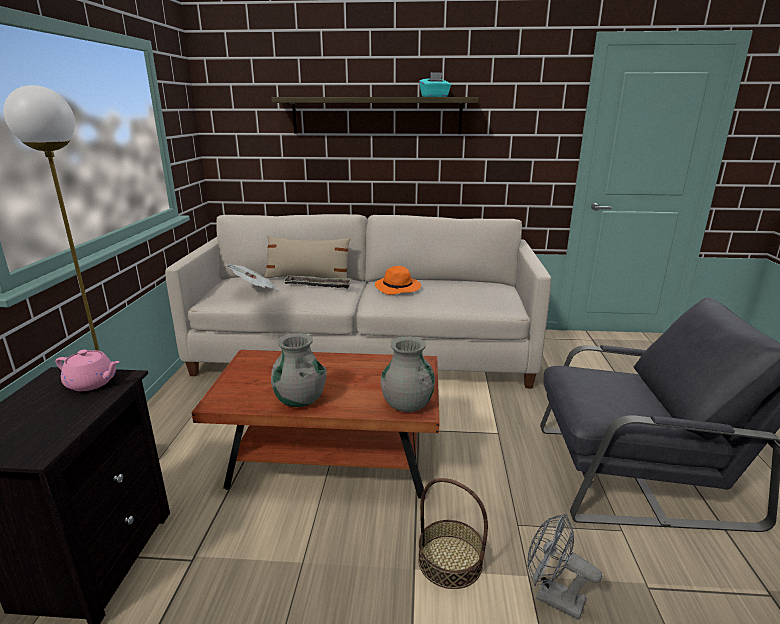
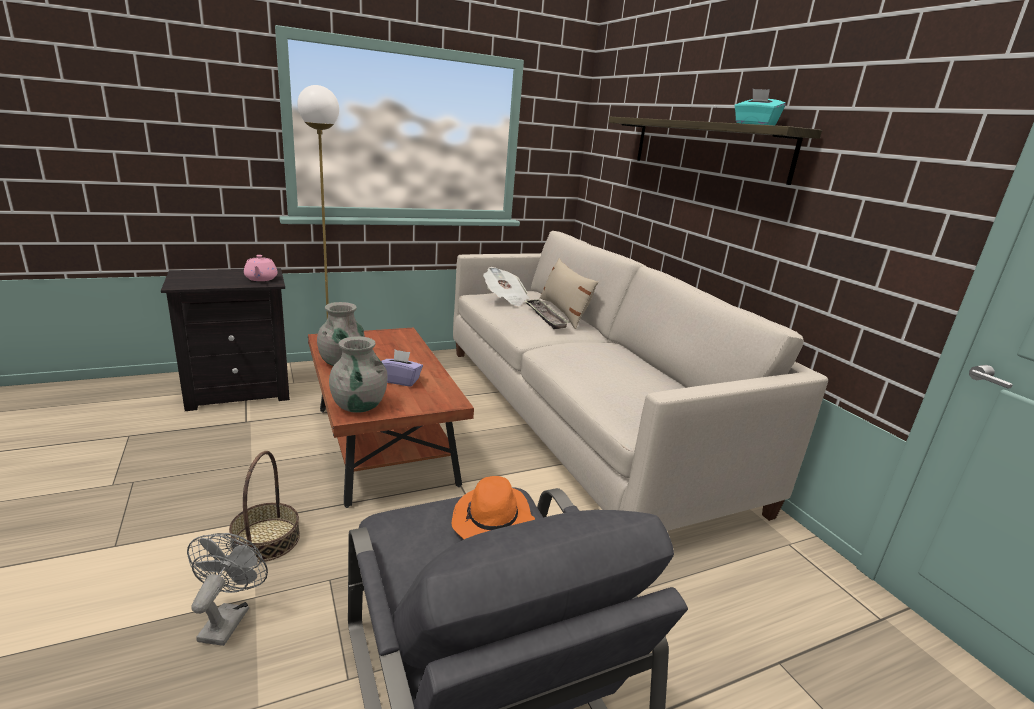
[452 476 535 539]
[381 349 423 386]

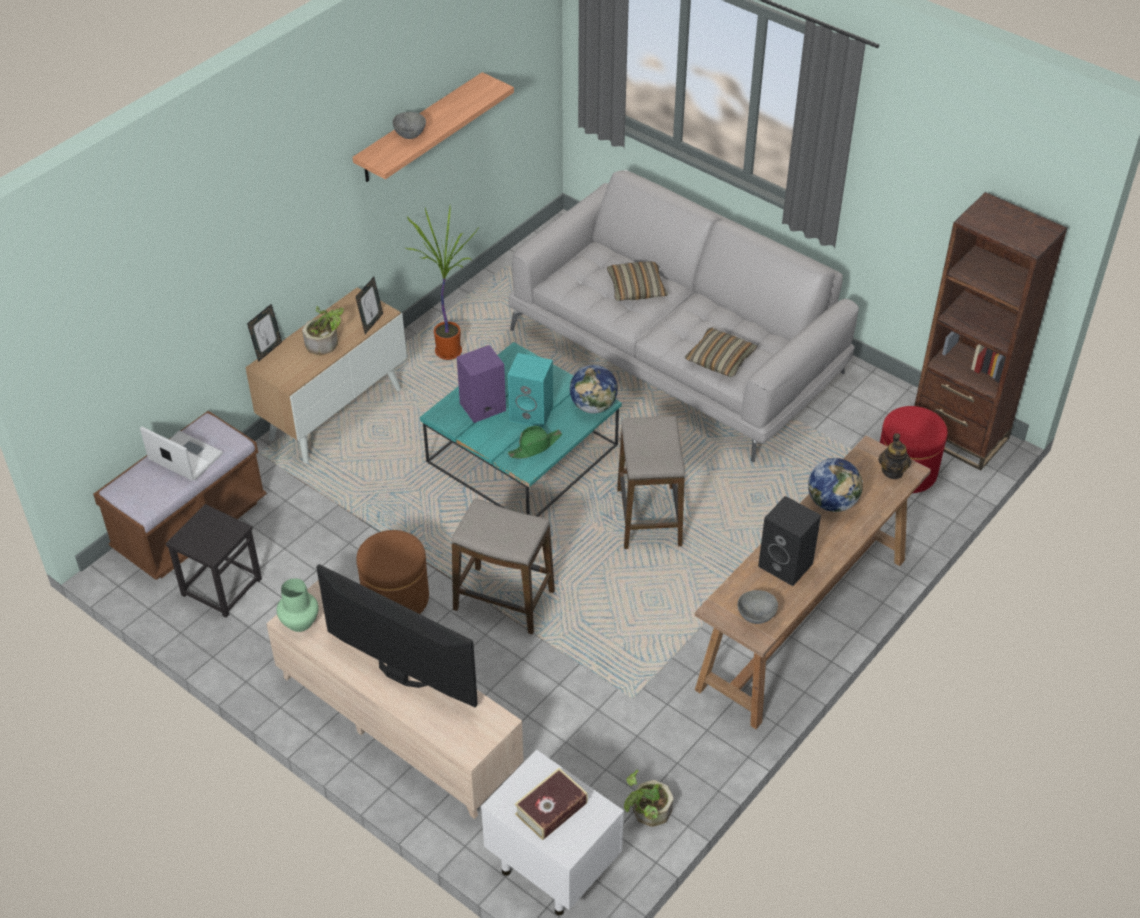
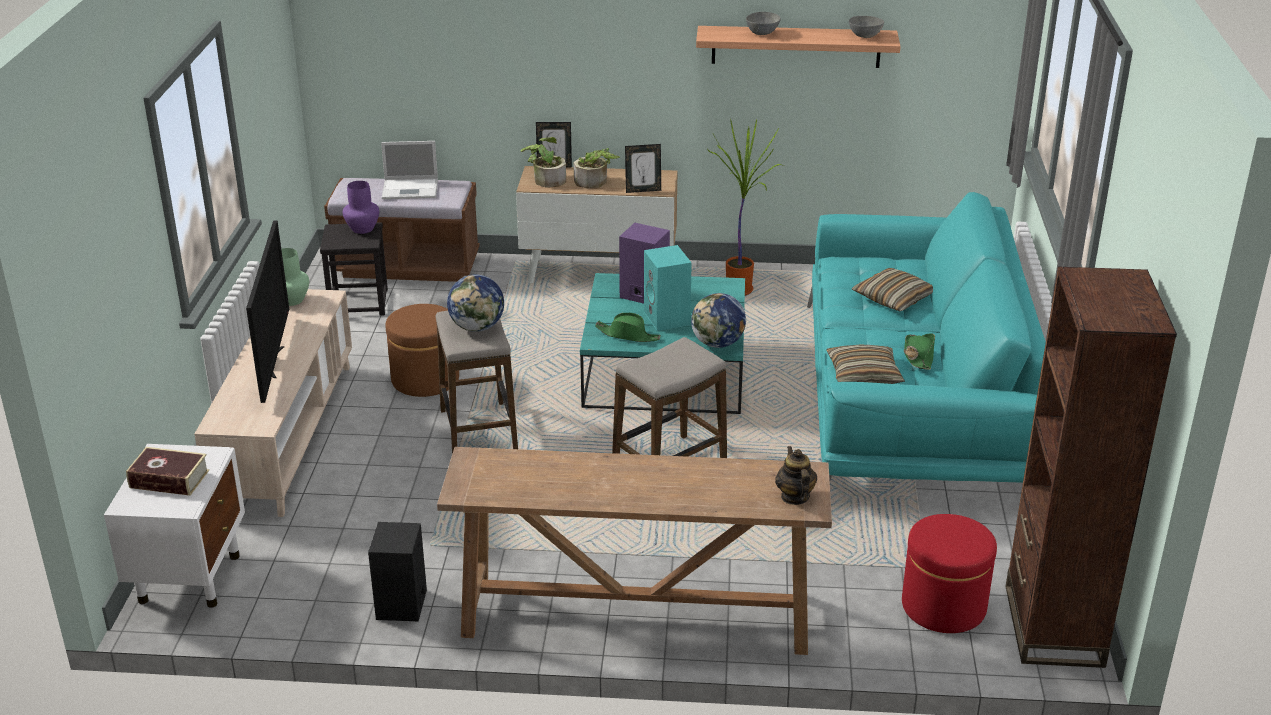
[807 192 1046 483]
[381 141 438 199]
[775 446 817 505]
[447 274 504 332]
[368 522 427 621]
[849 16 884 38]
[521 137 566 188]
[343 181 379 234]
[904 333 935 370]

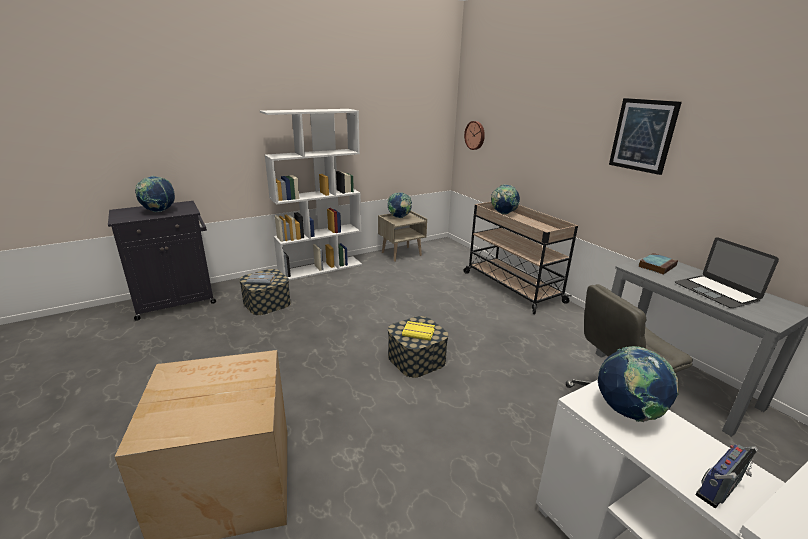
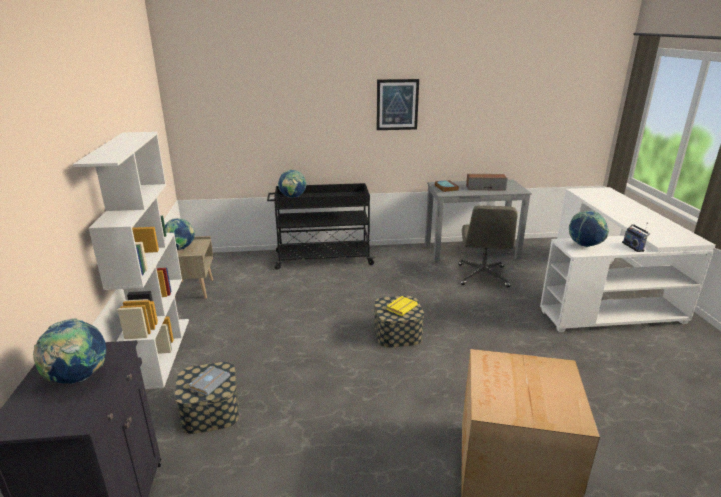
[464 121 485 150] (first image)
[267 183 375 270]
[466 174 507 191]

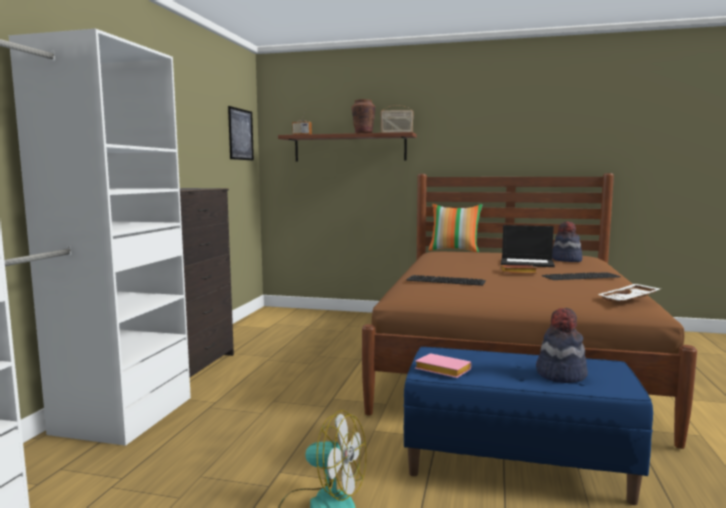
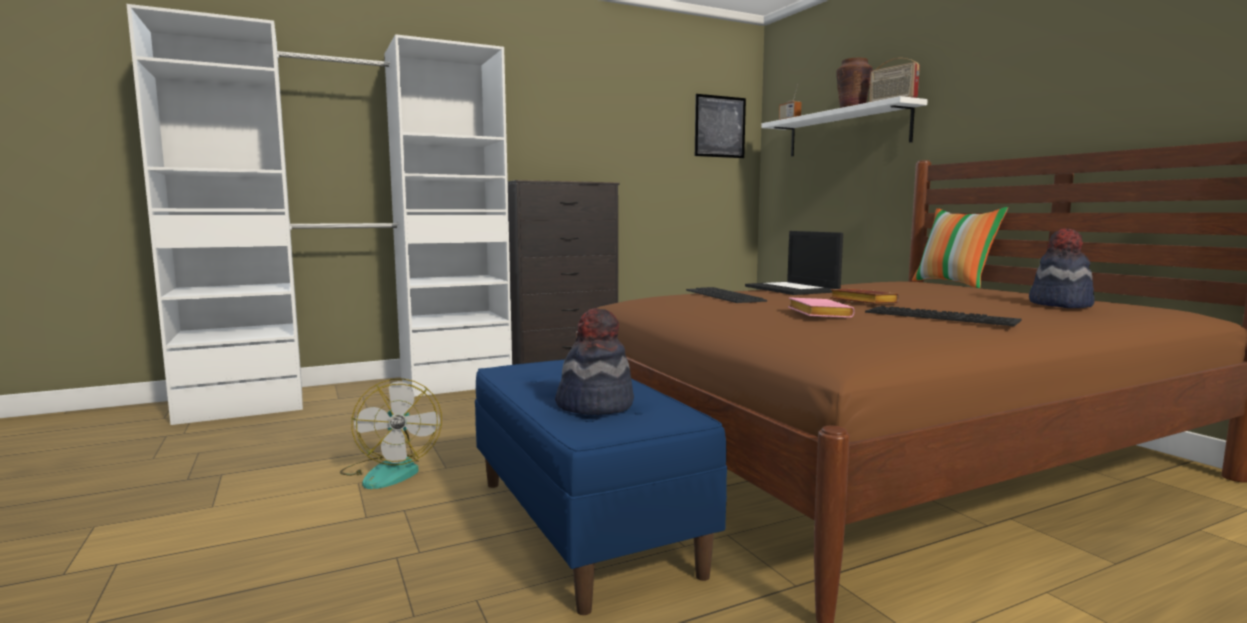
[761 96 928 156]
[745 231 843 295]
[598 284 660 301] (first image)
[788 297 855 318]

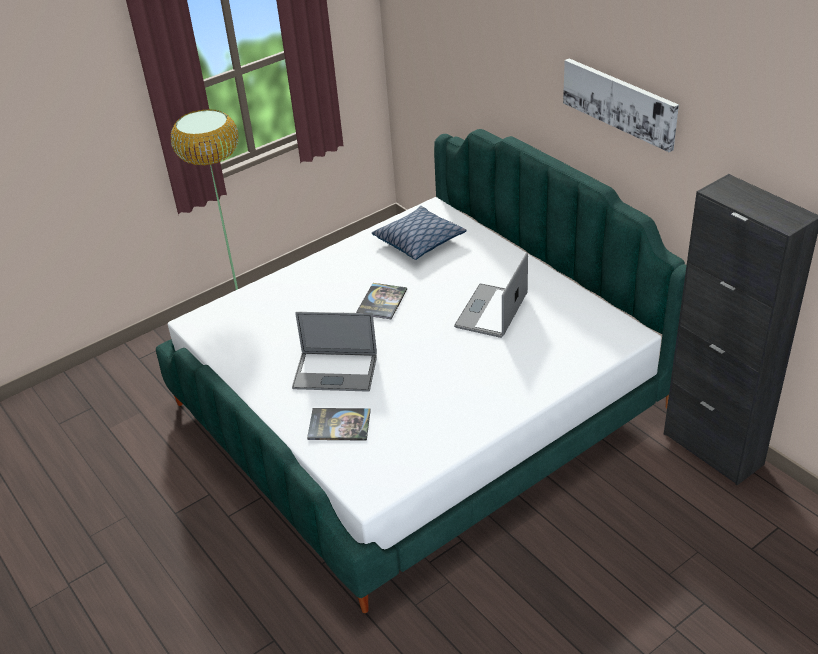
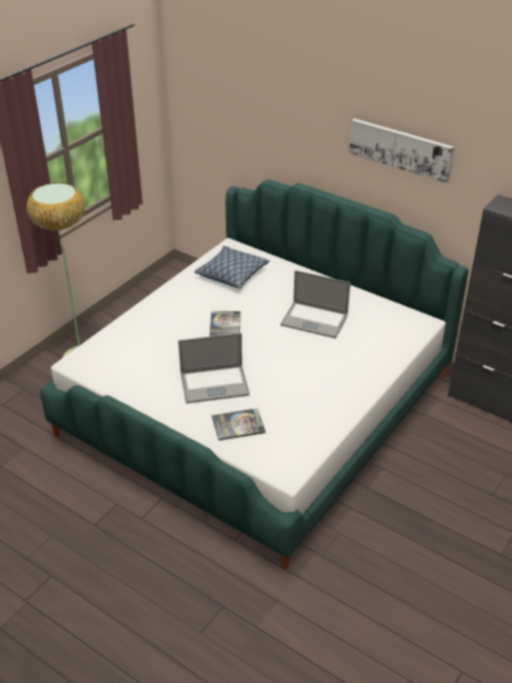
[281 270 350 339]

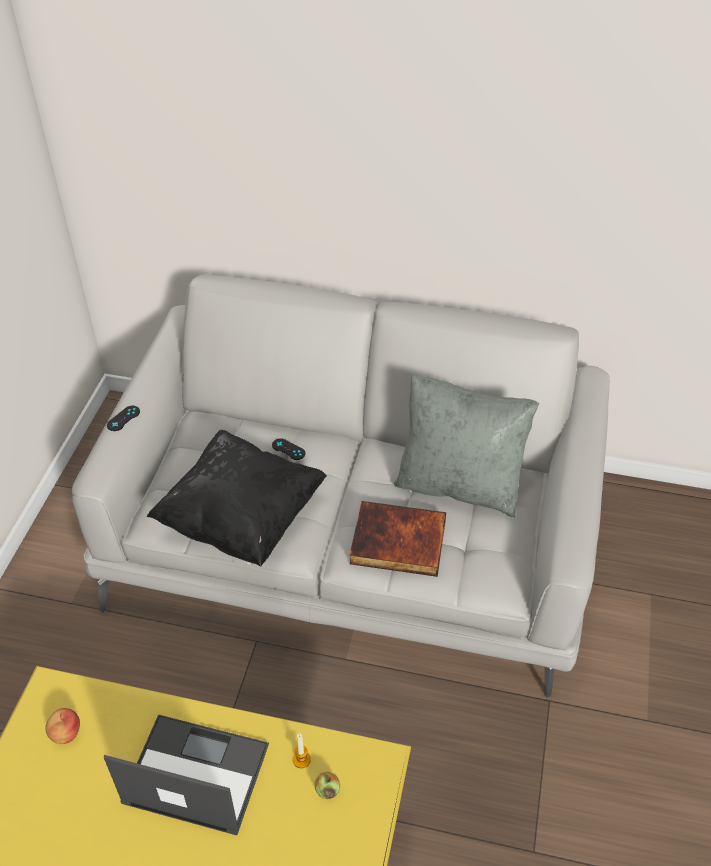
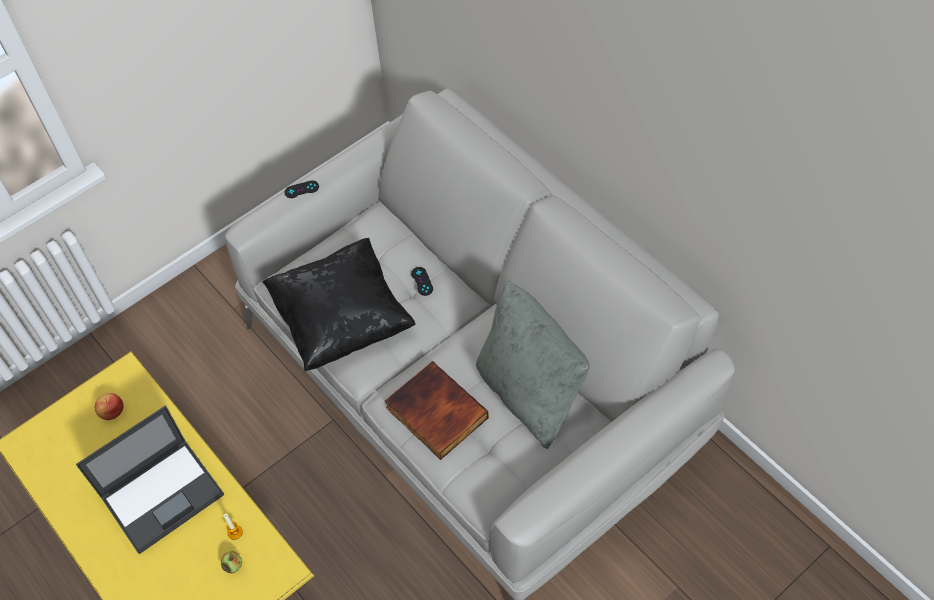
[76 406 224 554]

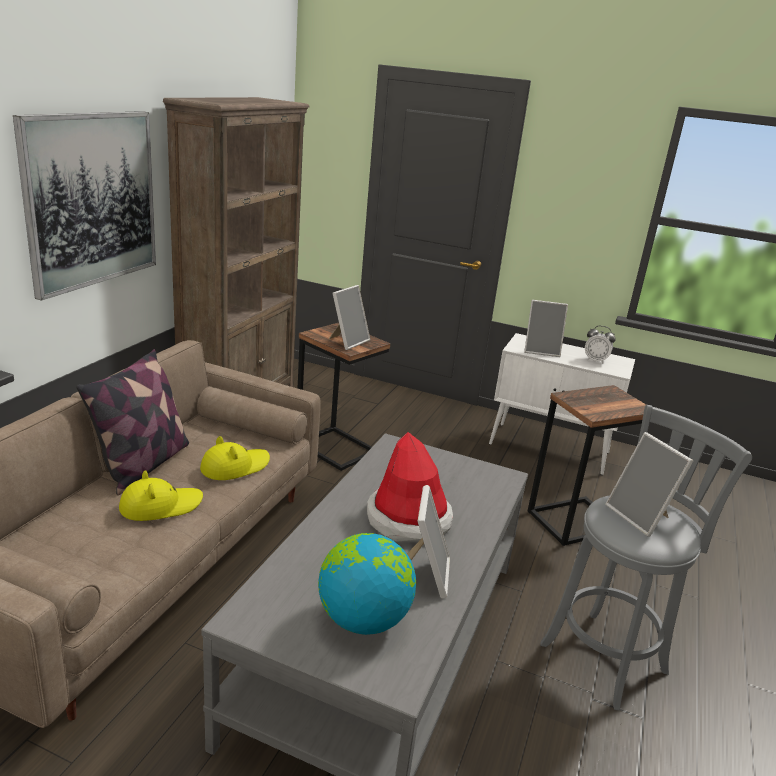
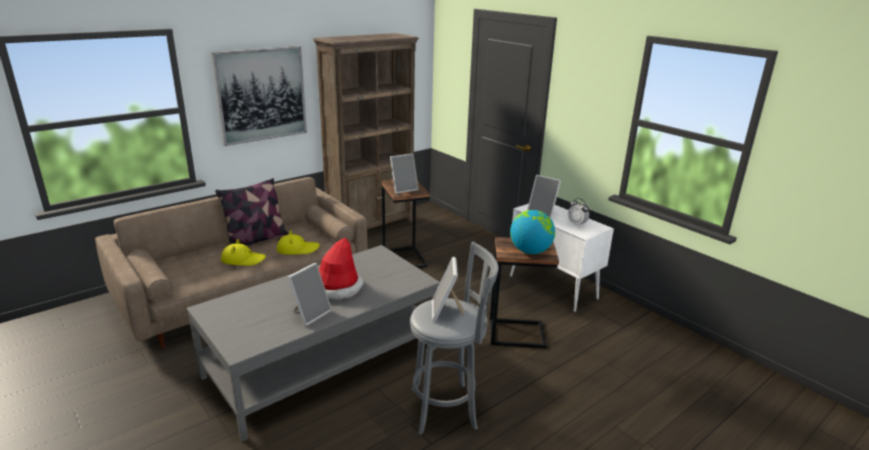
[510 210 555 254]

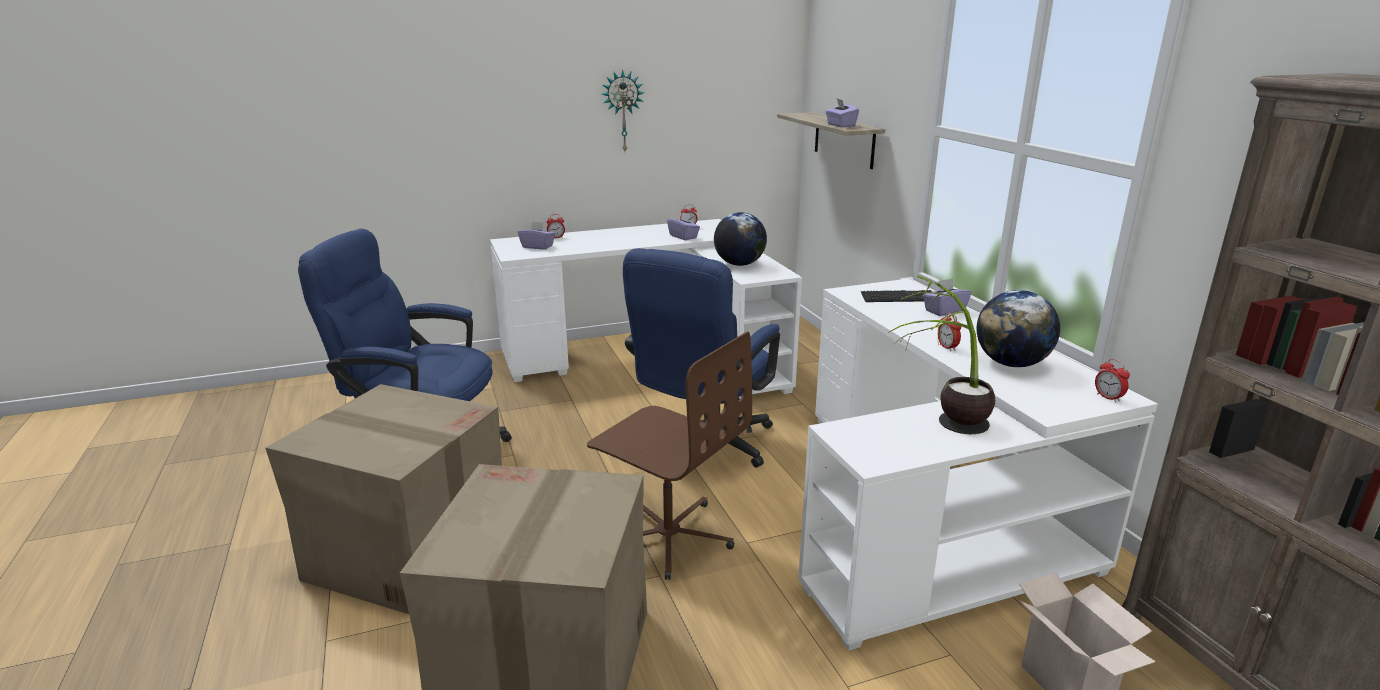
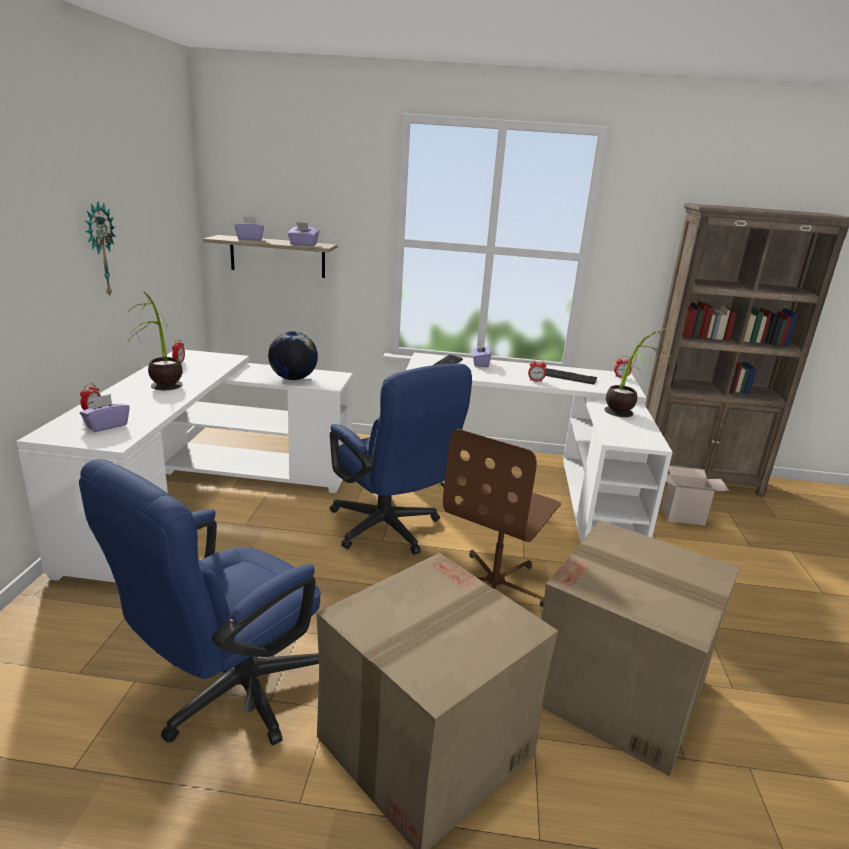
[235 216 264 241]
[545 368 597 385]
[443 429 561 607]
[127 291 183 390]

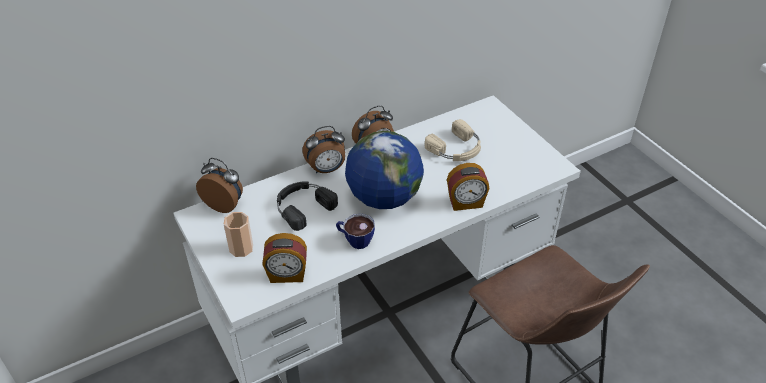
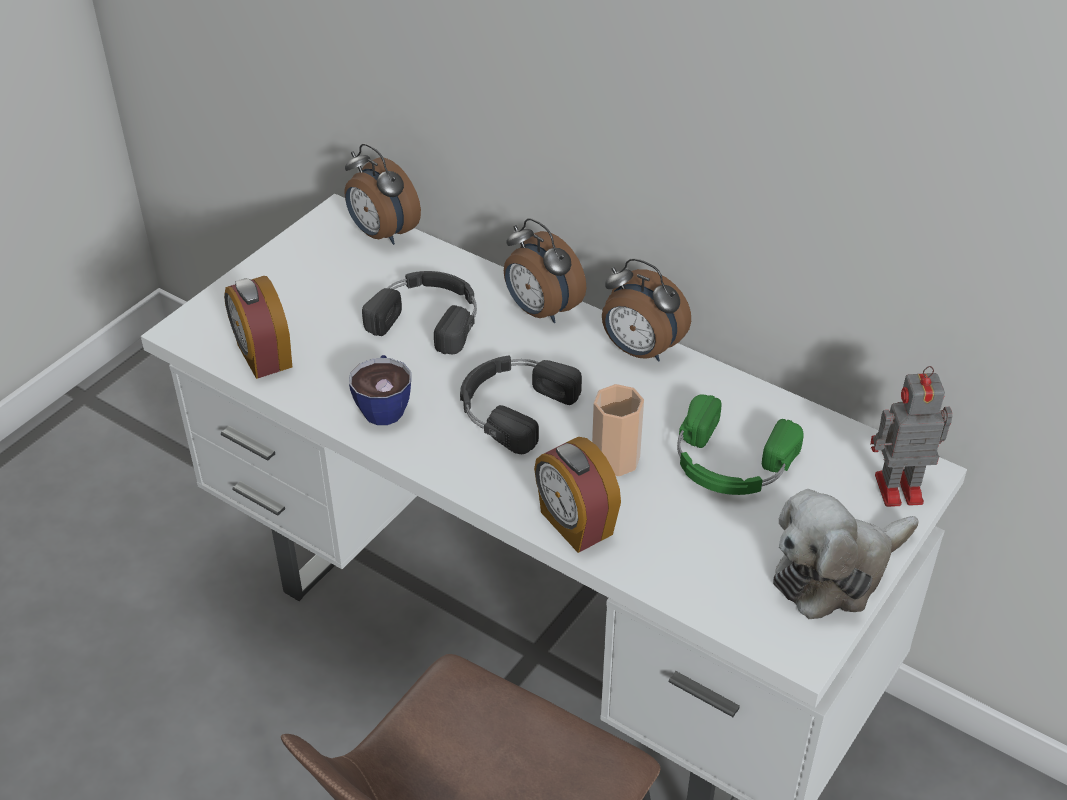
[677 394 804 495]
[460 356 582 454]
[345 143 421 245]
[592 384 644 476]
[871 366 953 507]
[773 489 918 619]

